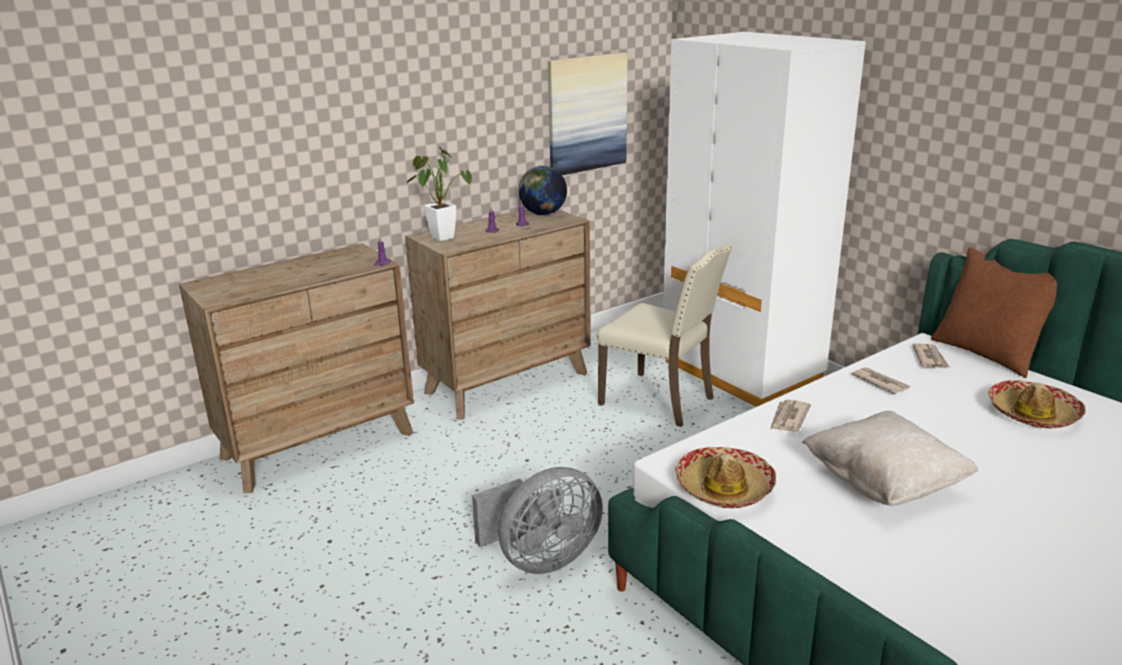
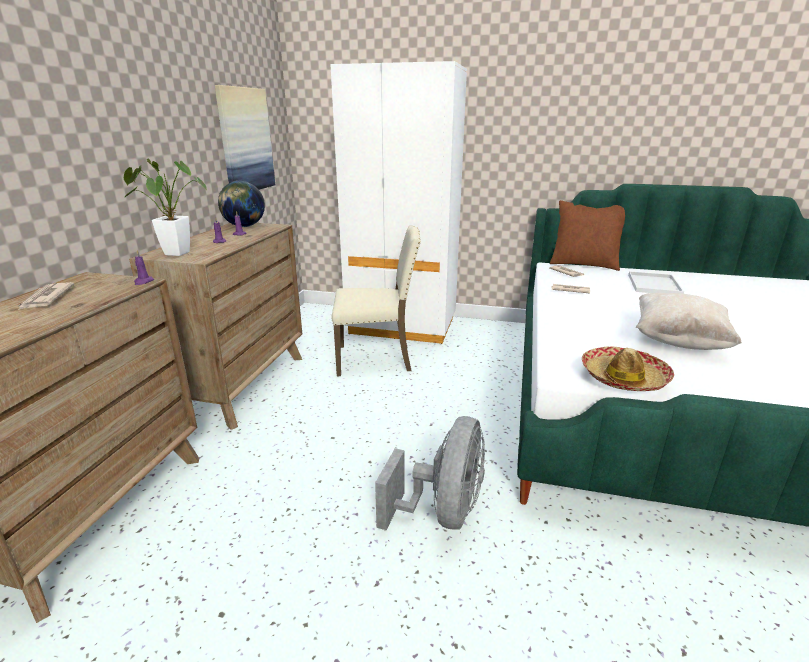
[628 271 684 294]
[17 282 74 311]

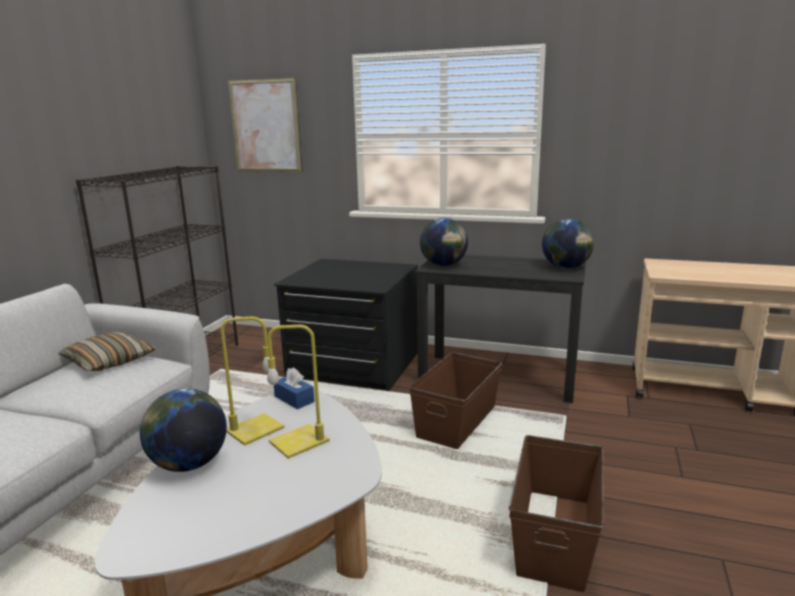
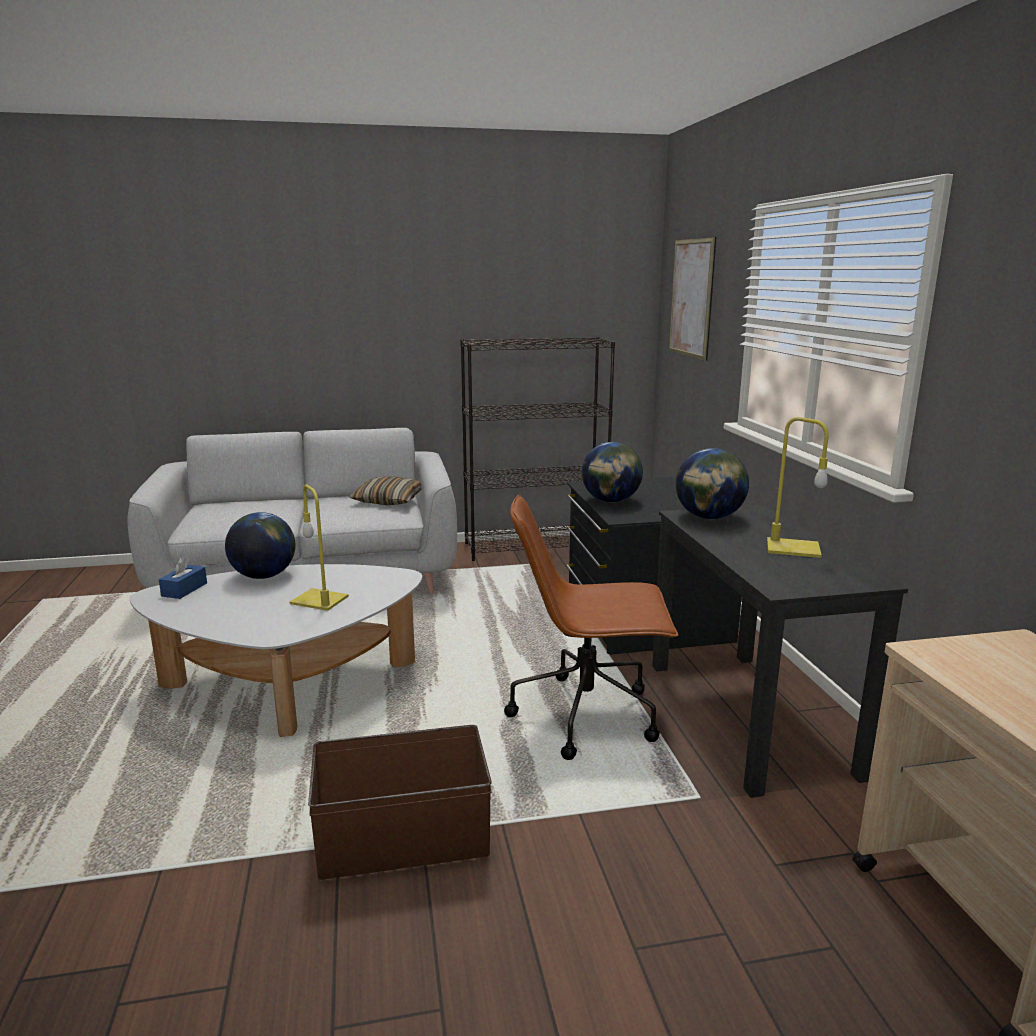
[582 442 643 502]
[767 417 829 558]
[504 495 678 760]
[159 556 207 599]

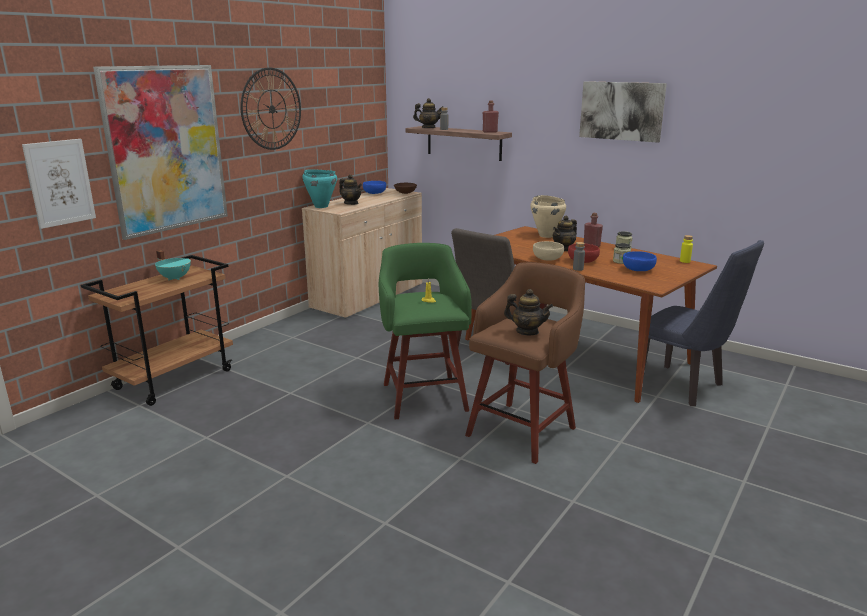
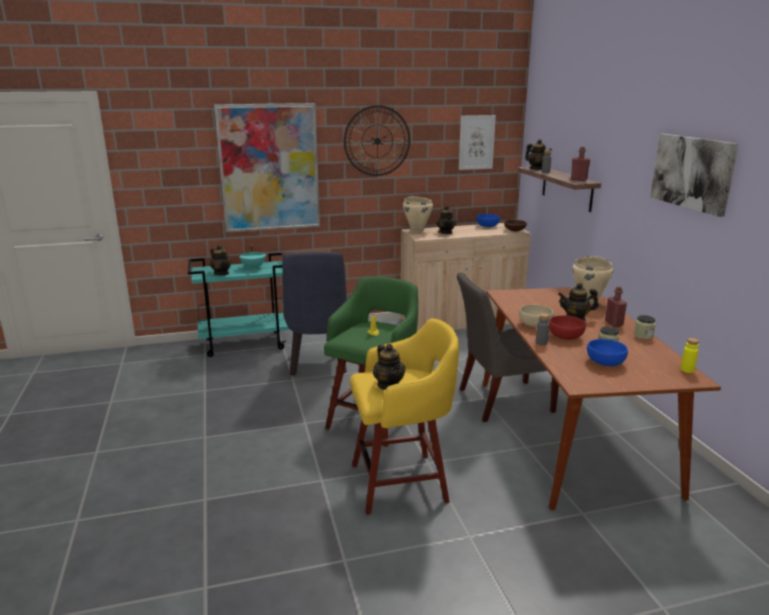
[459 115 496 170]
[403 196 433 232]
[283 252 347 376]
[188 253 290 357]
[350 318 459 515]
[210 245 231 275]

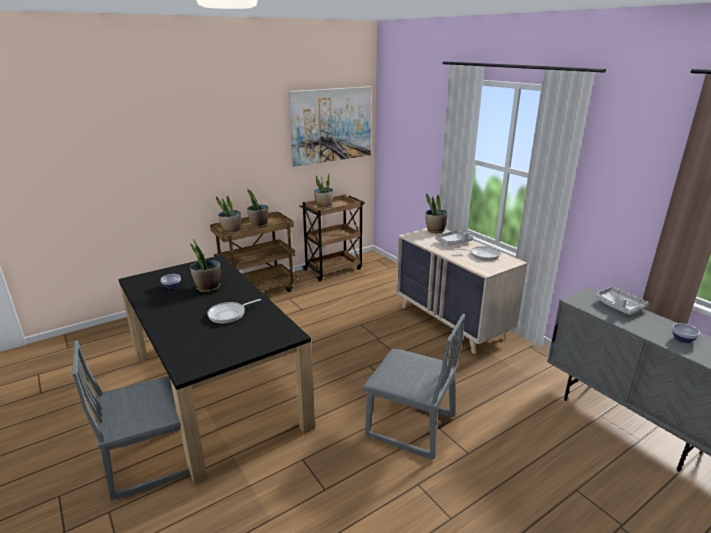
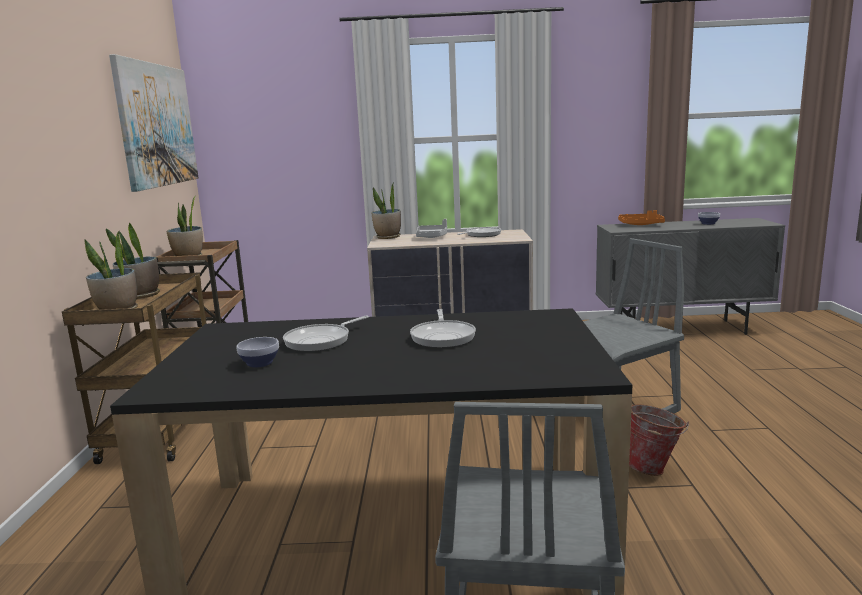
[283 316 369 352]
[618 210 665 225]
[629 404 689 476]

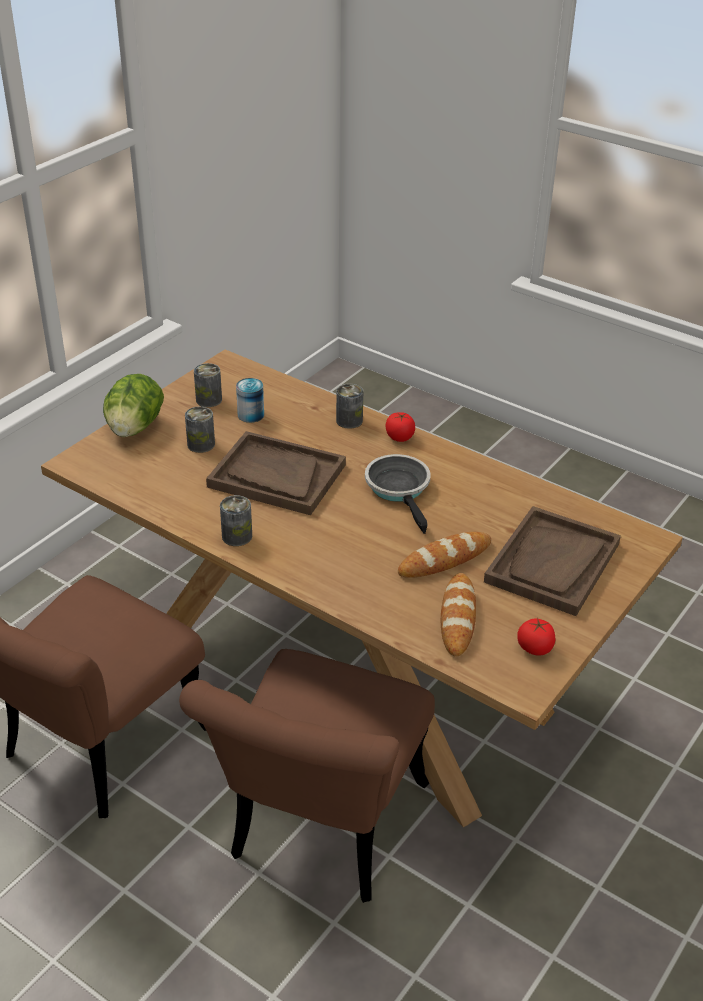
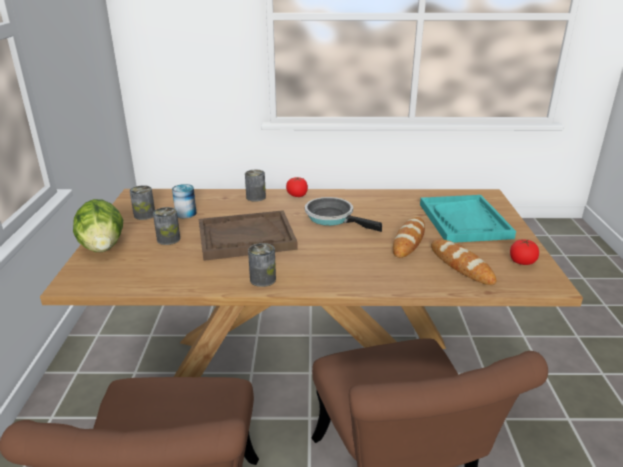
[420 195 516 243]

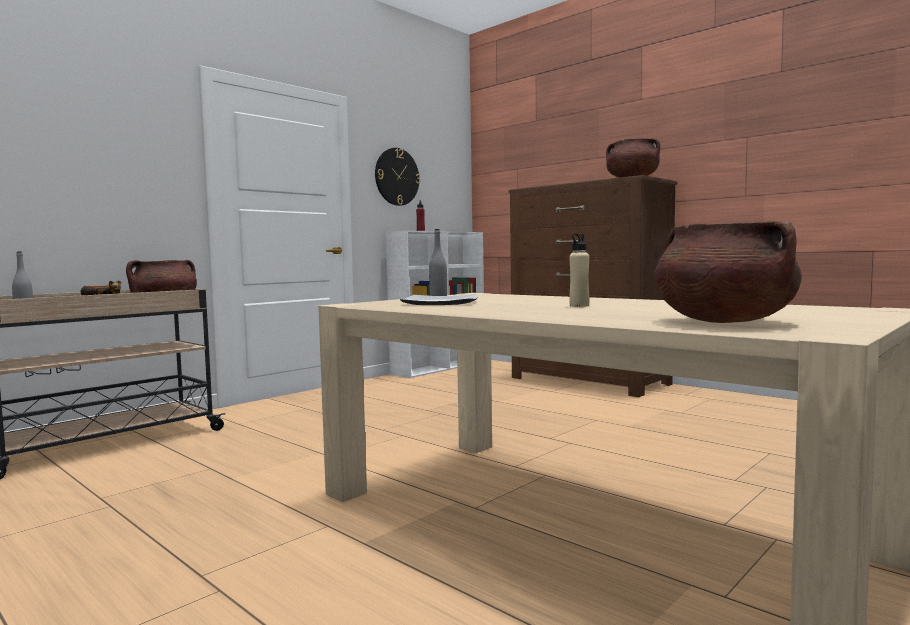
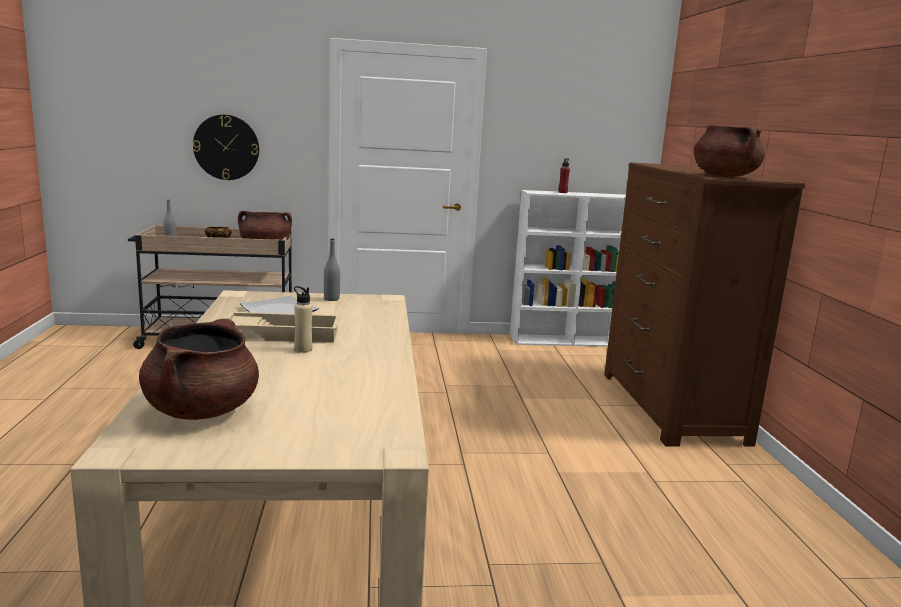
[193 115 259 180]
[225 312 340 343]

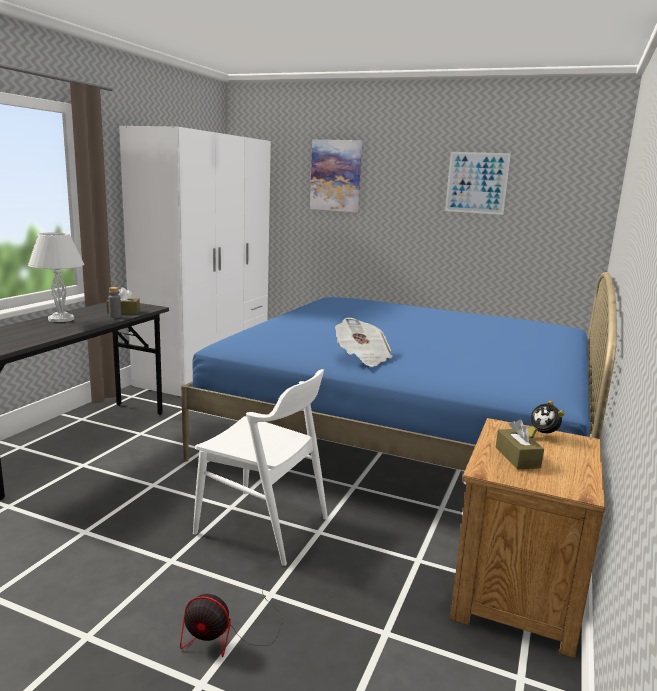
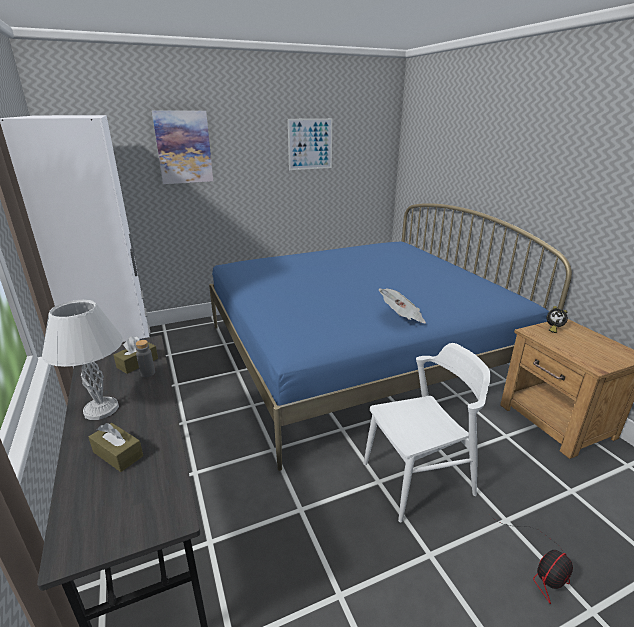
[89 423 143 472]

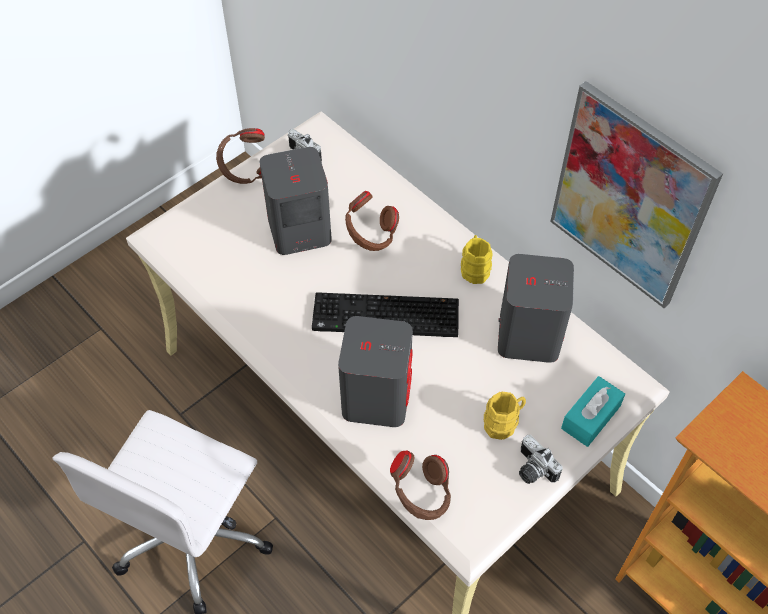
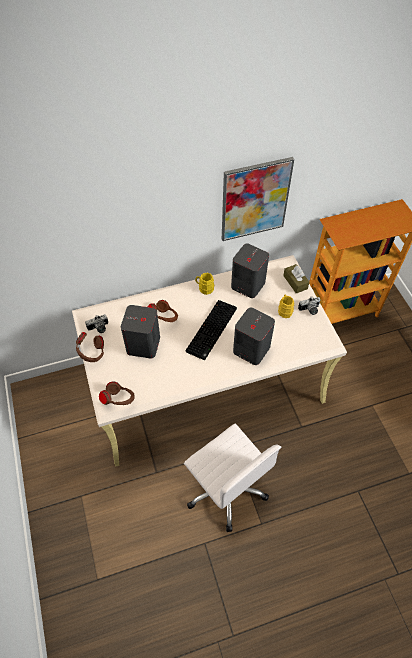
[283 264 309 293]
[99 381 135 405]

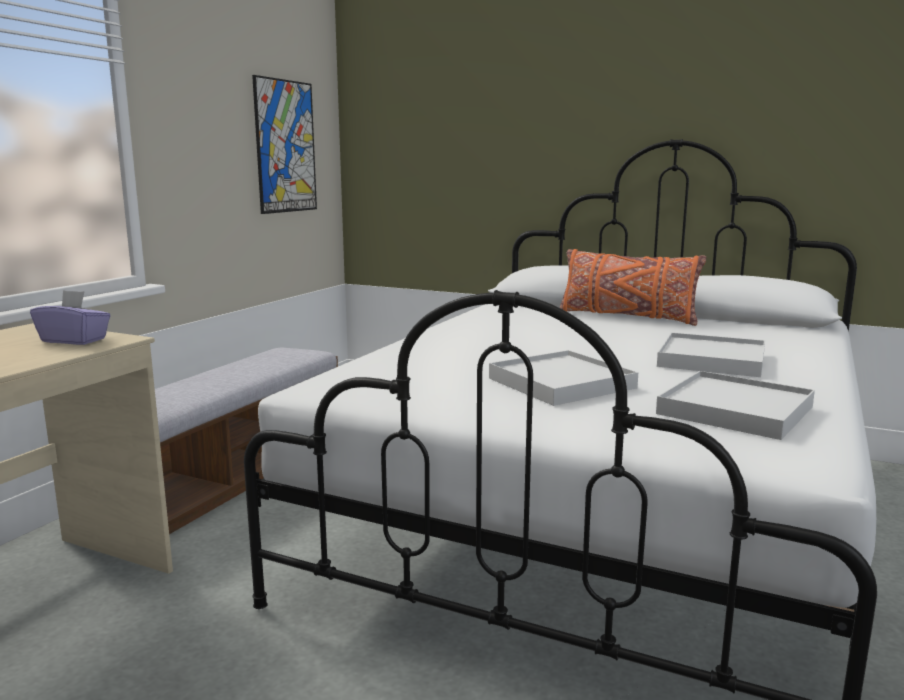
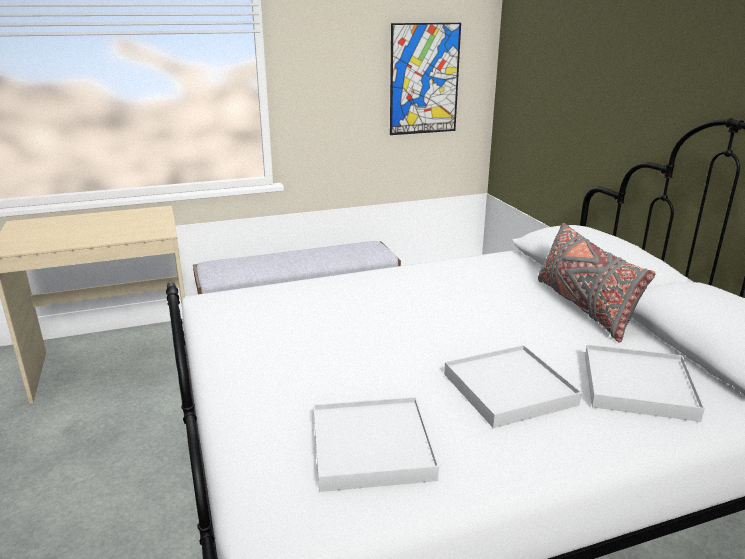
[538 223 656 343]
[30 290 111 345] (first image)
[585 345 705 422]

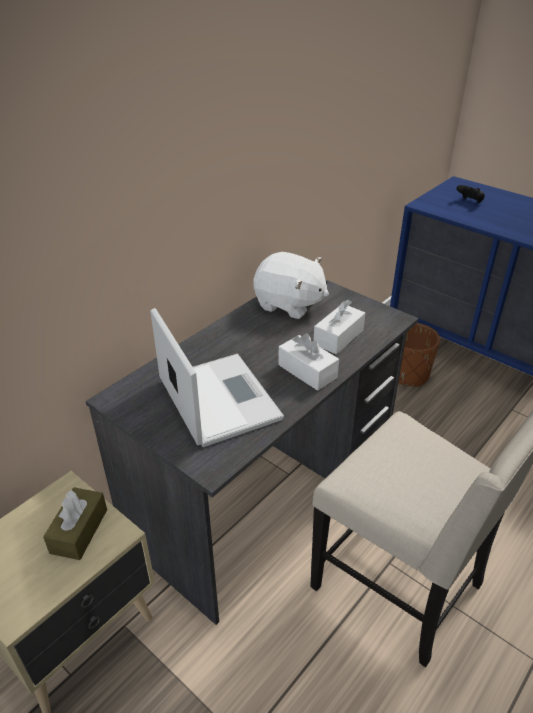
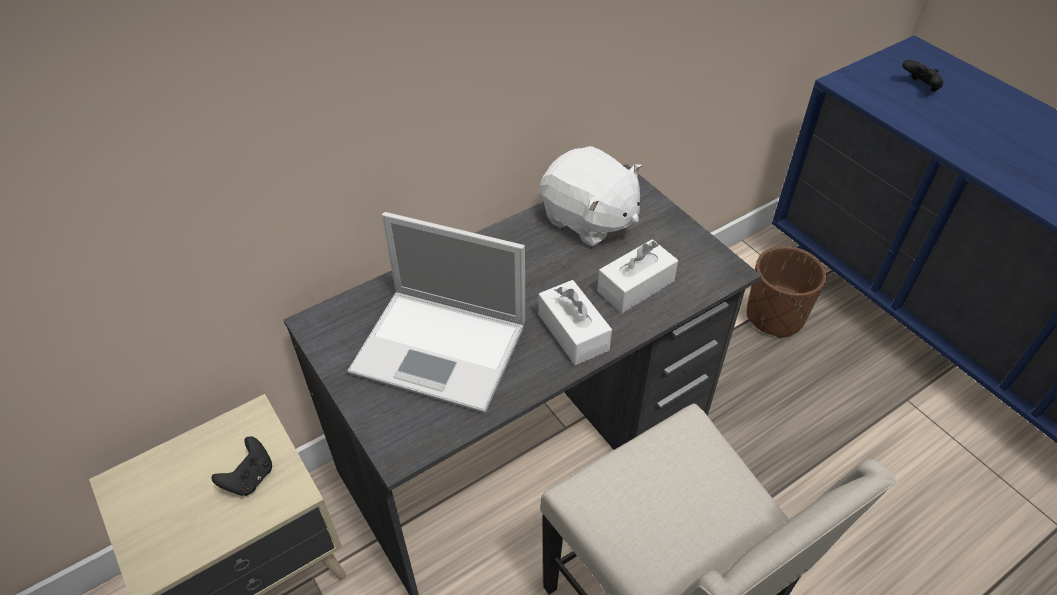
[348 212 525 413]
[212 436 272 496]

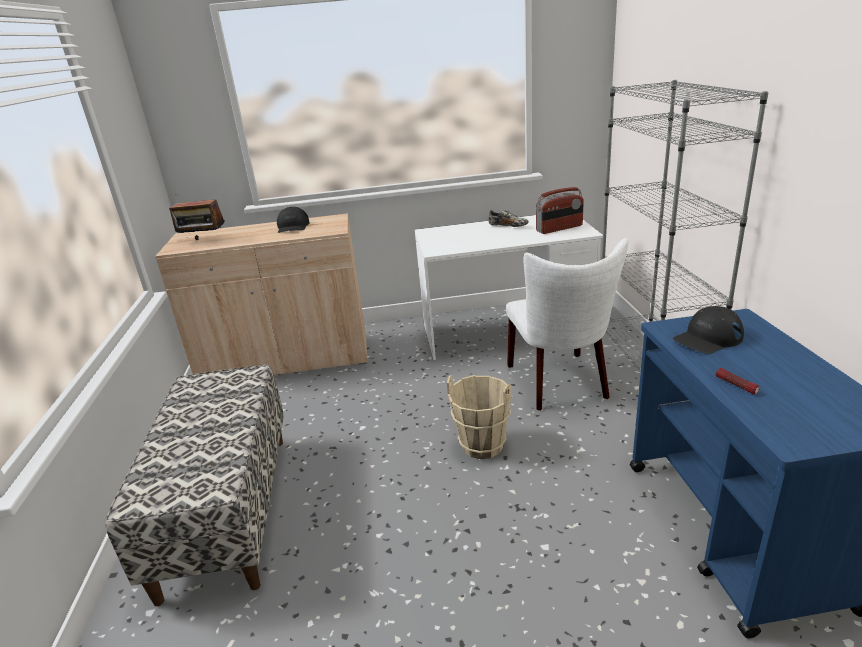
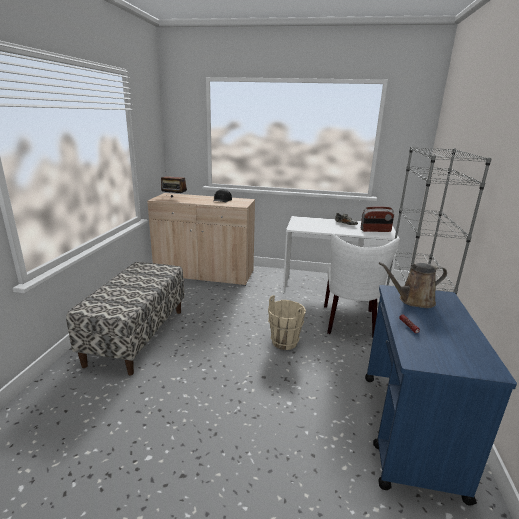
[379 262 447 308]

